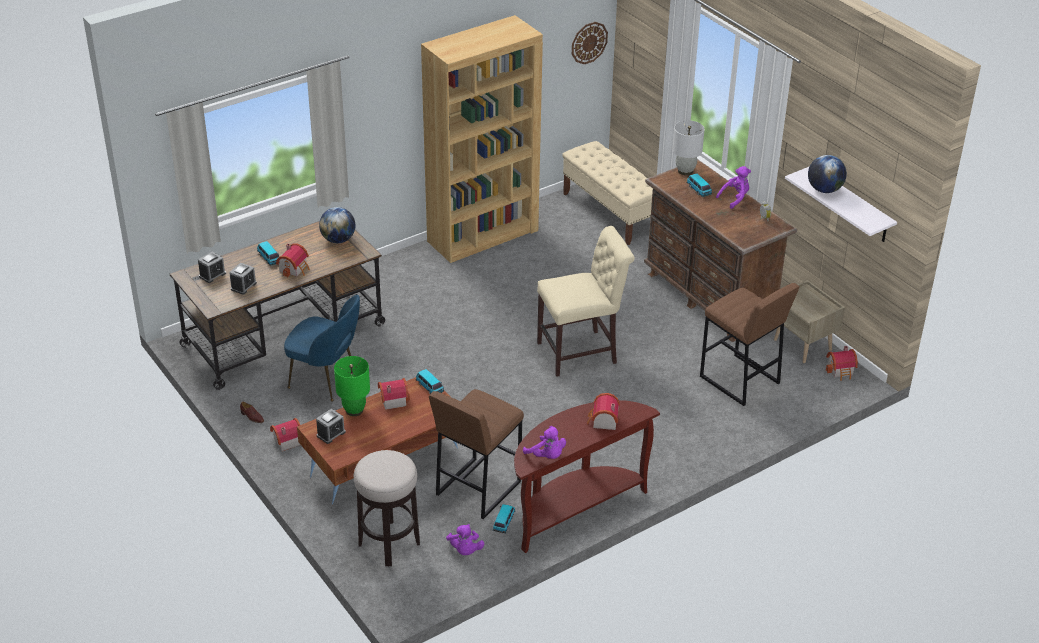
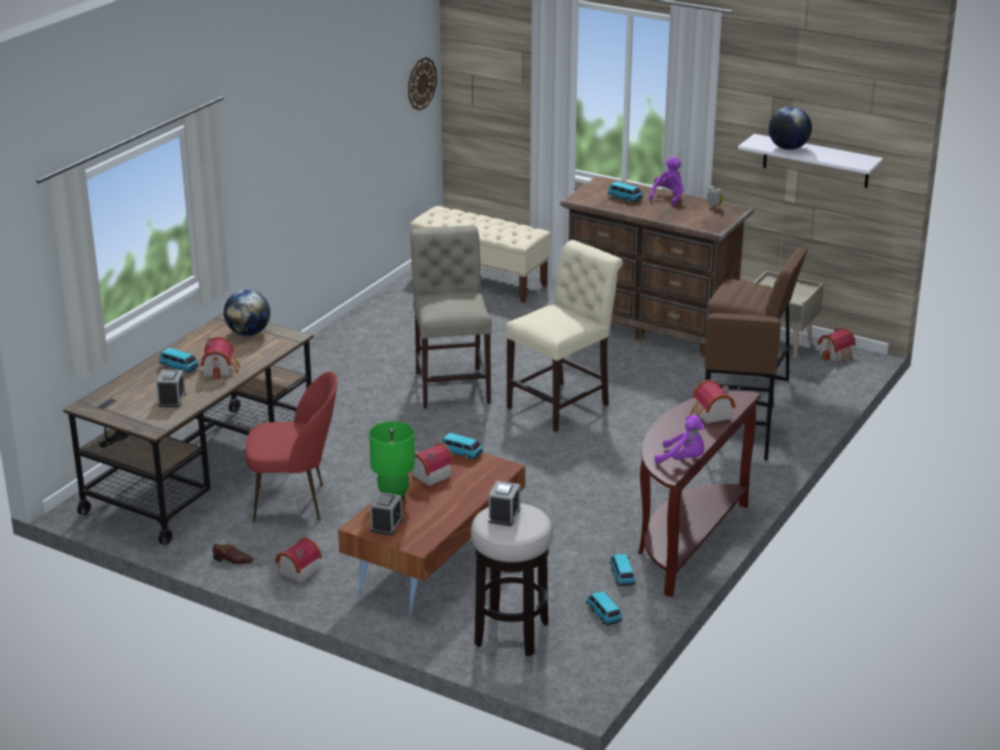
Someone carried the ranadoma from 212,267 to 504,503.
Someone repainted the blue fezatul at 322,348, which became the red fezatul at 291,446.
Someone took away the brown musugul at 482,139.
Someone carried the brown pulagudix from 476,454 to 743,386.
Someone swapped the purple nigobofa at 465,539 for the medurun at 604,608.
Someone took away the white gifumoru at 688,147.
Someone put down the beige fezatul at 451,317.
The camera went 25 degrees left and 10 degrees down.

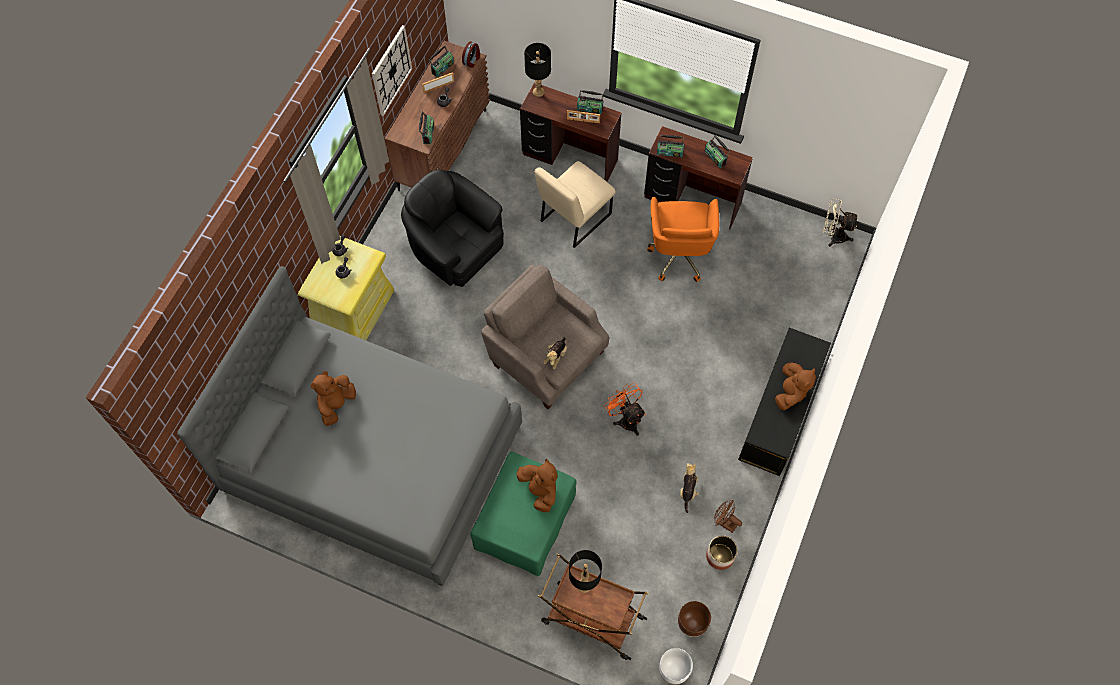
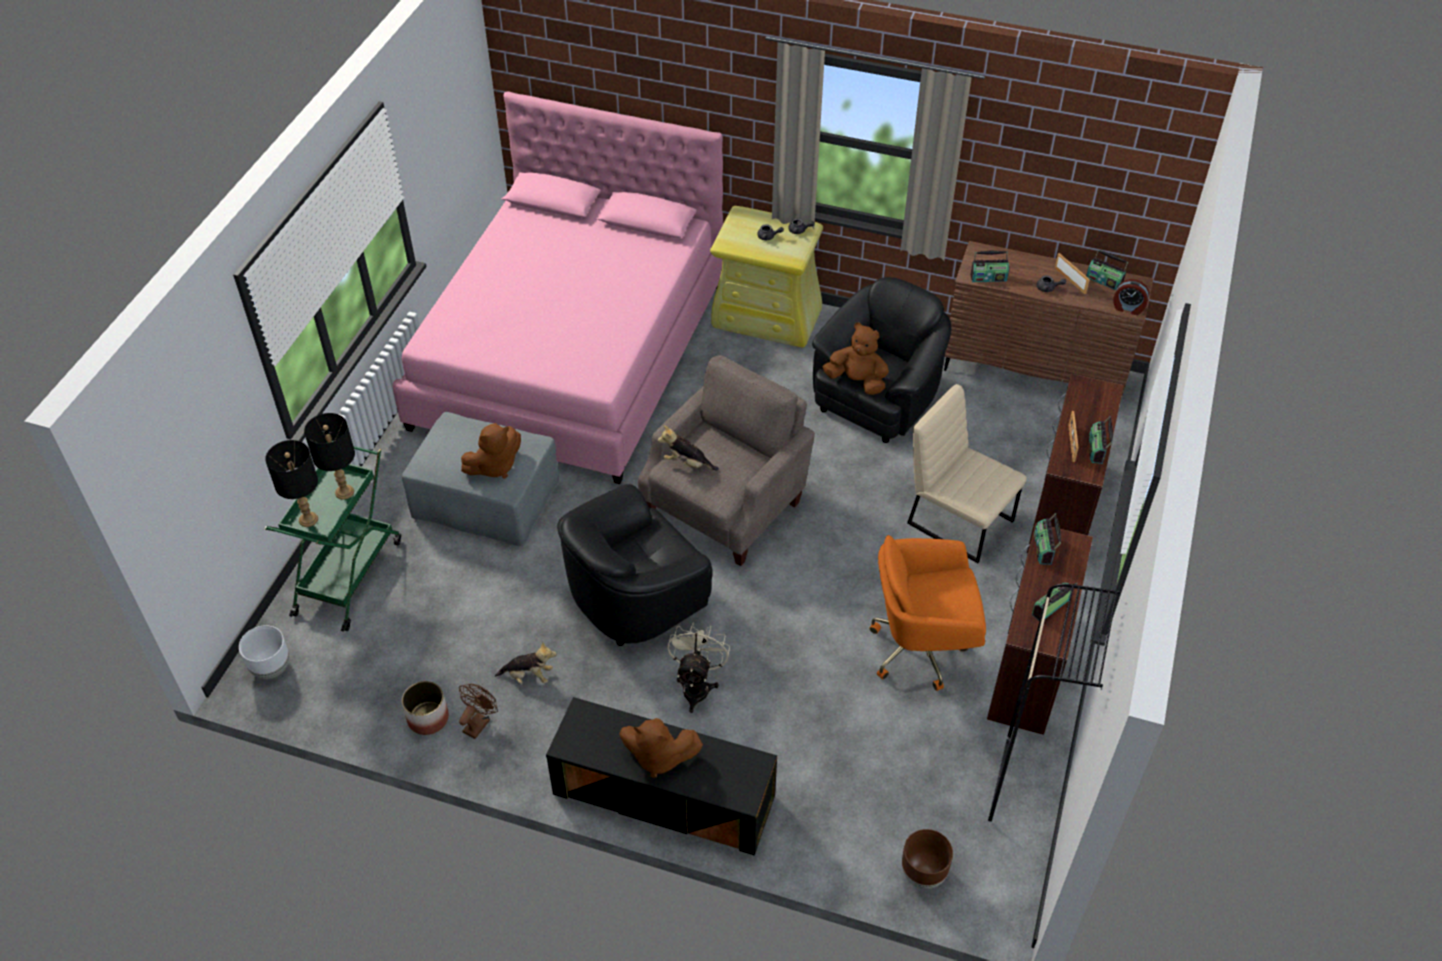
Someone repainted the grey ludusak at 349,426, which became the pink ludusak at 557,287.
Someone carried the brown nigobofa from 333,398 to 856,358.
Someone took away the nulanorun at 392,70.
Someone repainted the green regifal at 523,514, which became the grey regifal at 480,479.
Someone carried the black gifumoru from 537,70 to 291,483.
Someone repainted the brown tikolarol at 593,606, which became the green tikolarol at 332,536.
Someone swapped the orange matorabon at 625,409 for the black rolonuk at 635,565.
Someone carried the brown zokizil from 694,619 to 927,859.
Someone carried the beige matorabon from 841,223 to 698,667.
Someone put down the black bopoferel at 1054,703.
The camera went 85 degrees right and 15 degrees down.

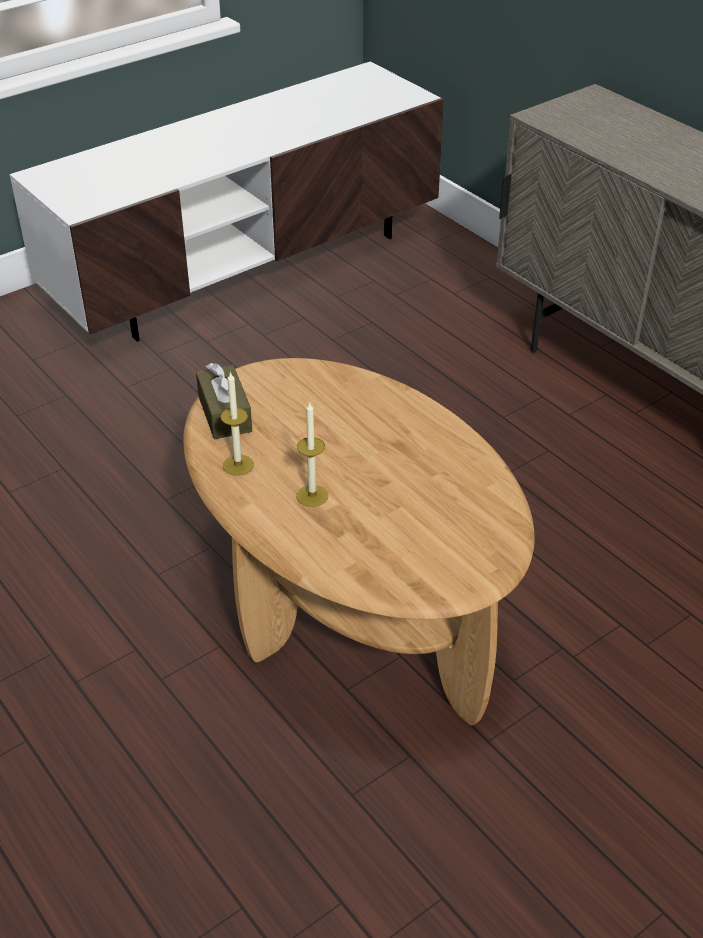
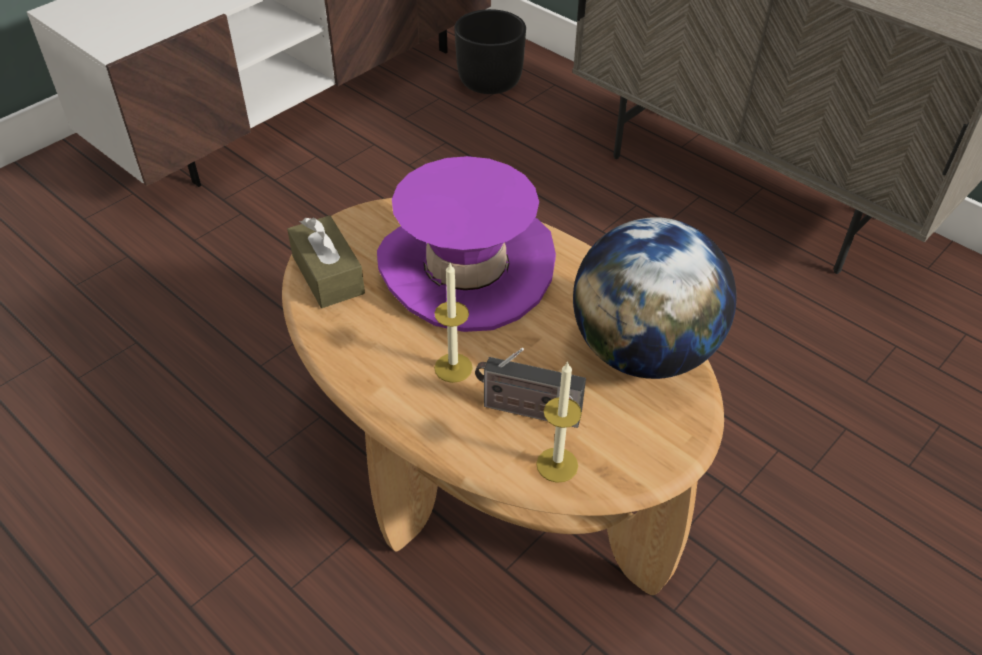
Someone carried the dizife from 237,423 to 559,422.
Someone put down the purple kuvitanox at 466,244.
Someone put down the black zokizil at 490,51.
Someone put down the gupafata at 530,388.
Someone put down the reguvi at 655,298.
The camera went 10 degrees left and 5 degrees up.

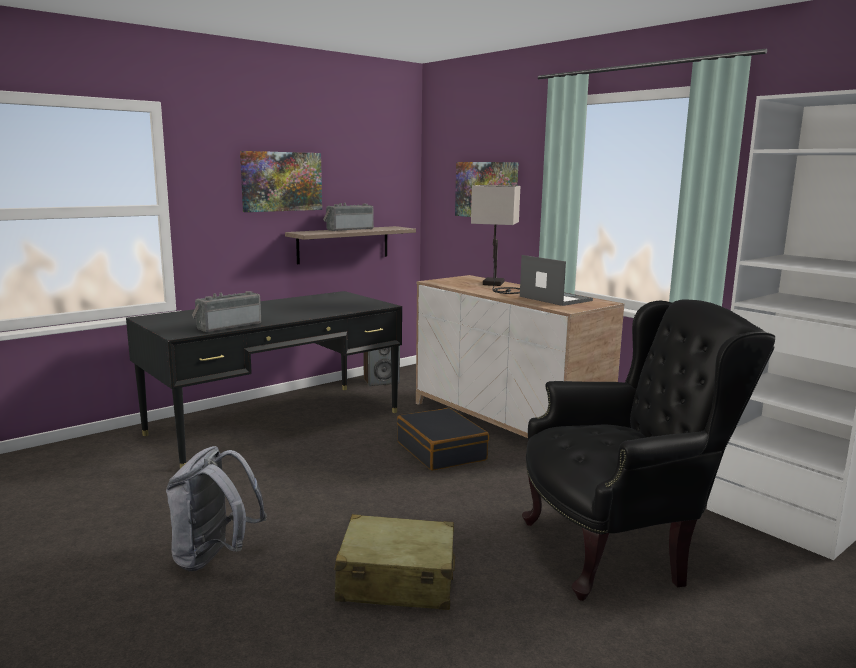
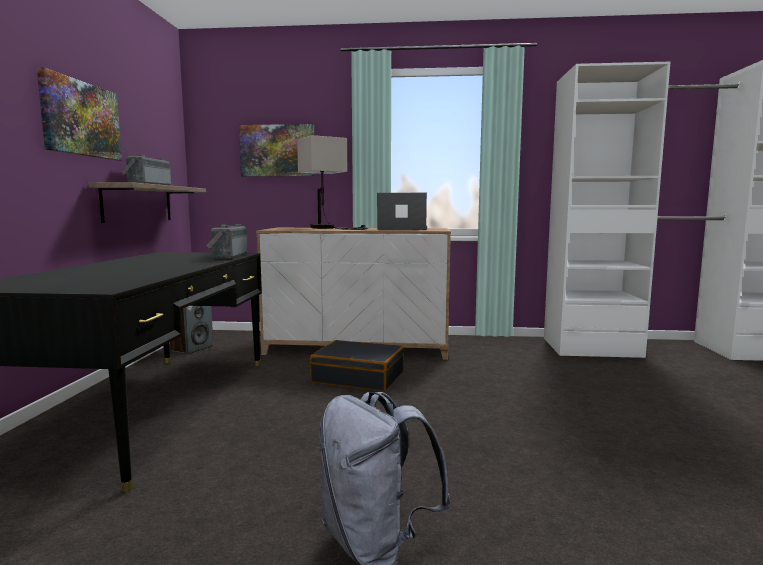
Someone carried the gupafata from 226,311 to 227,241.
Someone took away the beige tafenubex at 395,562.
Someone took away the black rolonuk at 648,450.
The camera went 45 degrees left and 5 degrees down.

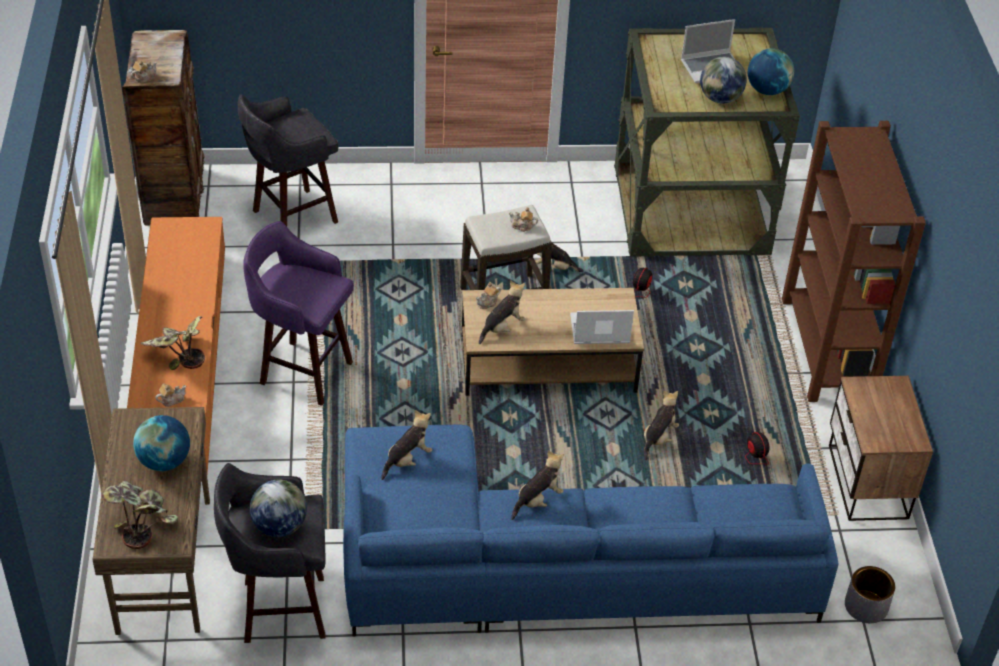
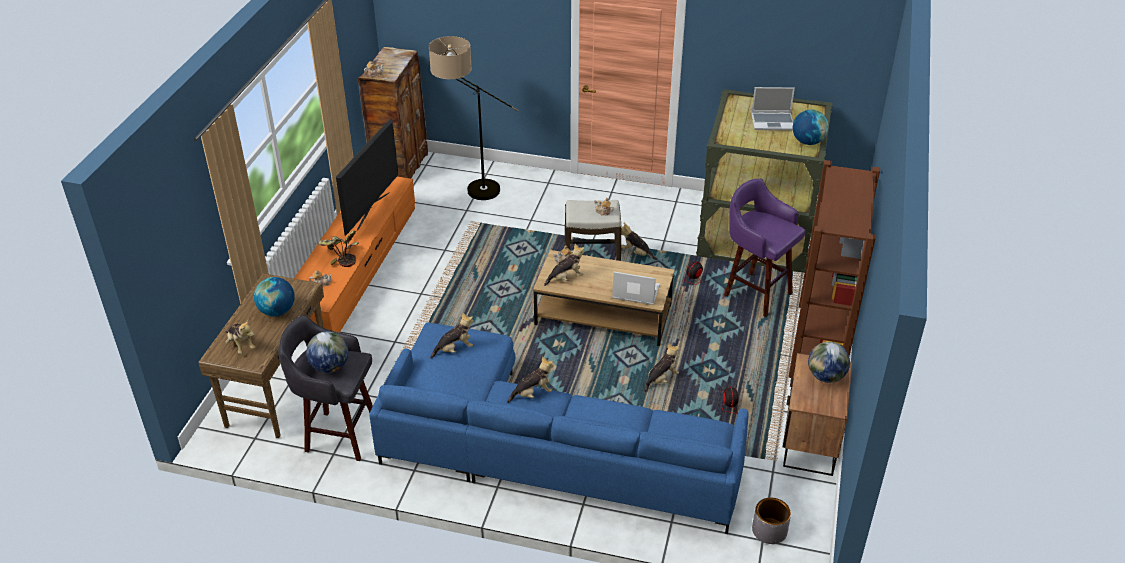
Someone swapped the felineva at 139,514 for the nigobofa at 240,337.
Someone swapped the grey pulagudix at 288,160 for the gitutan at 474,118.
Someone carried the purple pulagudix from 298,313 to 764,247.
Someone carried the reguvi from 723,80 to 829,362.
Someone put down the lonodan at 367,177.
The camera went 20 degrees right and 5 degrees down.

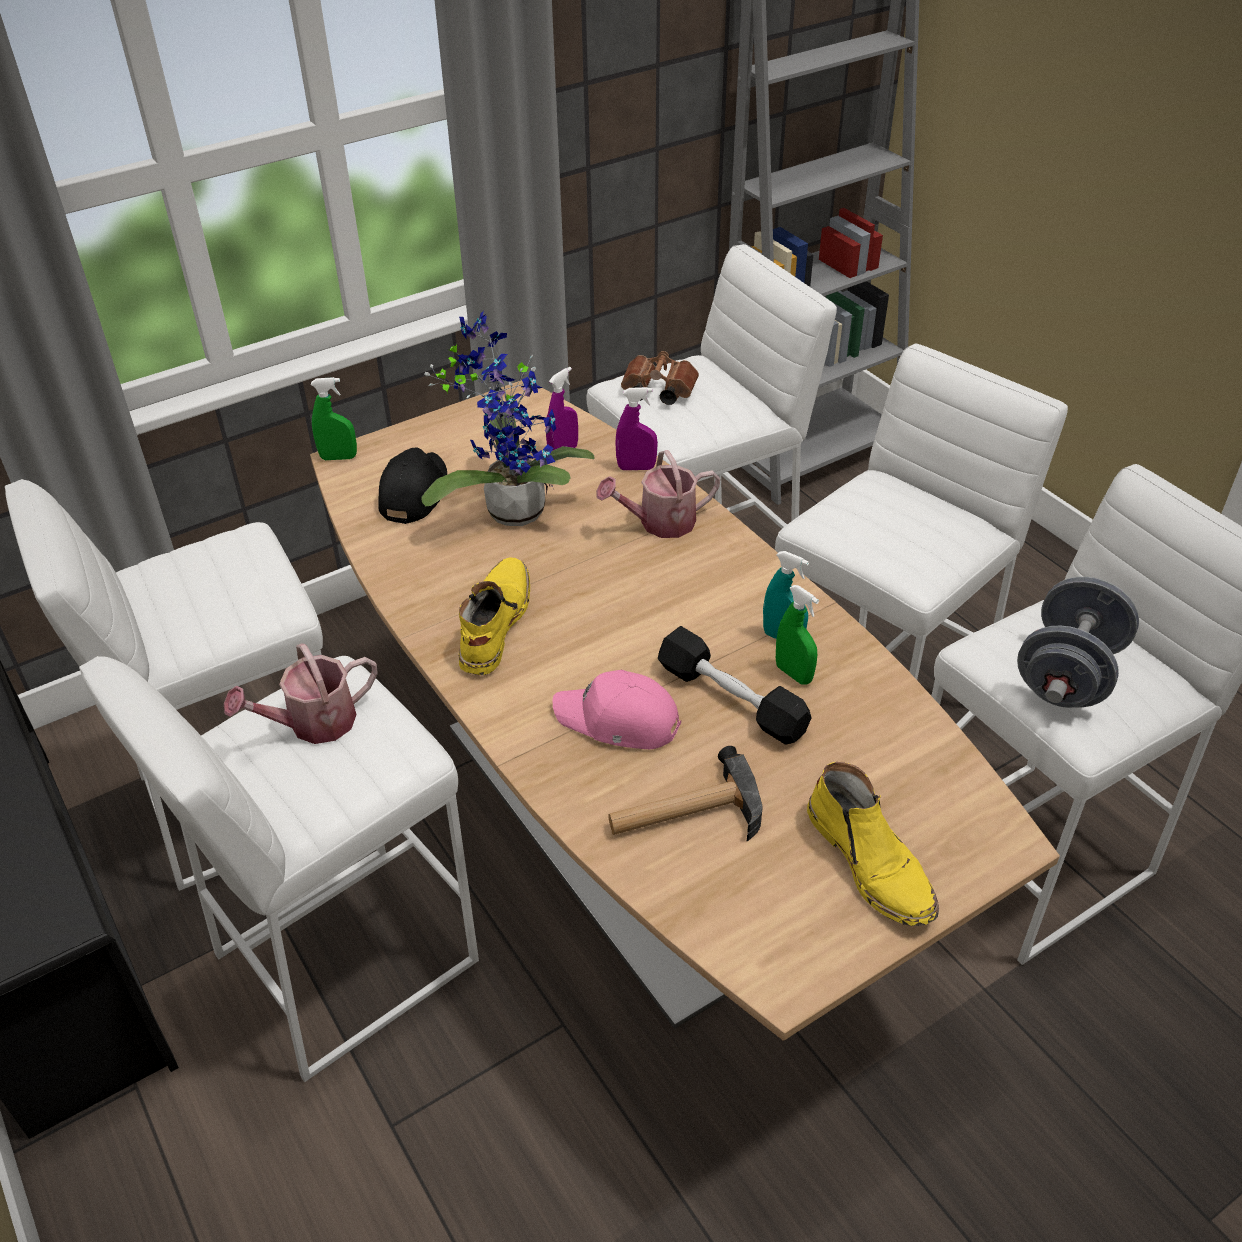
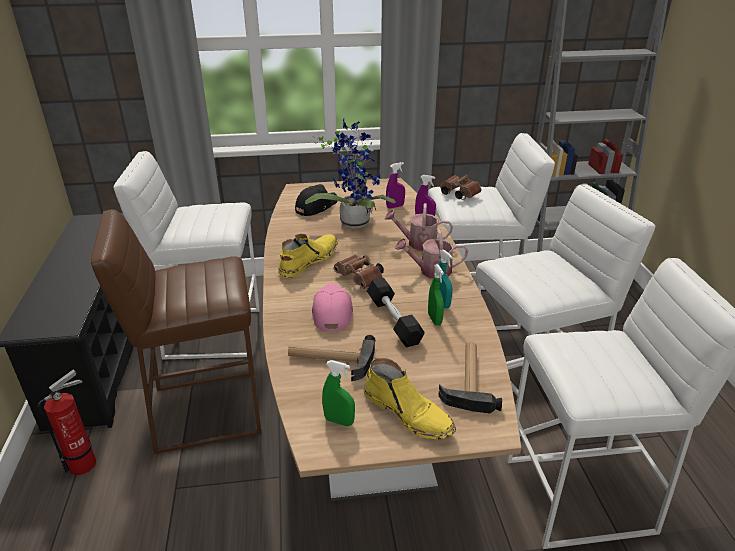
Someone repainted the white pulagudix at 279,869, which became the brown pulagudix at 176,331.
Someone carried the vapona from 301,694 to 431,253.
Someone carried the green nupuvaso from 334,418 to 338,393.
Someone rotated the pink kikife at 616,709 by 45 degrees clockwise.
Someone rotated the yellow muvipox at 873,844 by 45 degrees counterclockwise.
Someone took away the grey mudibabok at 1078,642.
Someone put down the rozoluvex at 67,422.
Someone put down the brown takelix at 358,272.
Someone put down the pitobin at 470,378.
The camera went 25 degrees right and 10 degrees down.

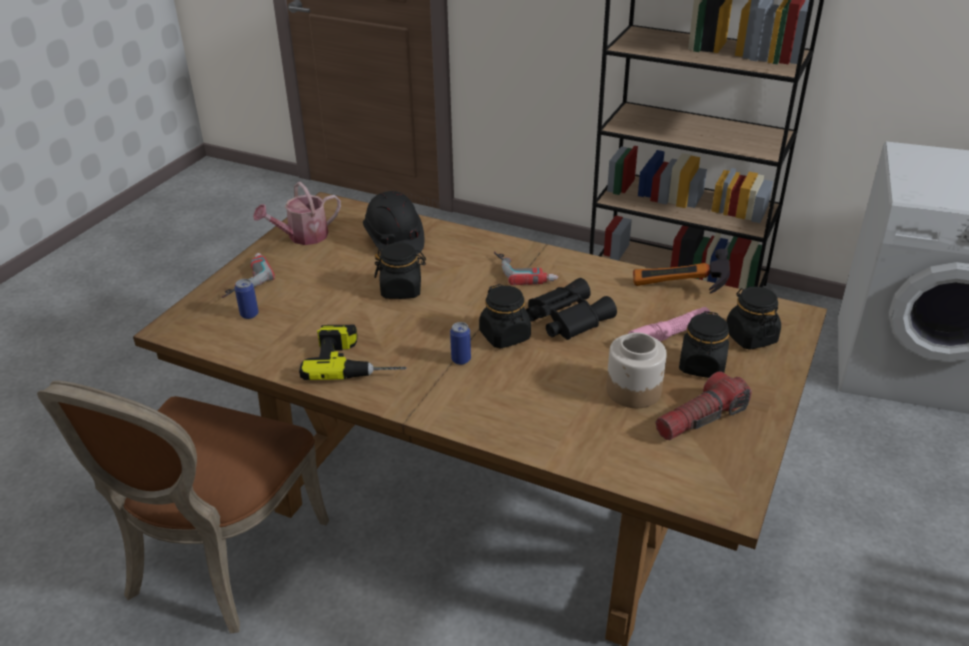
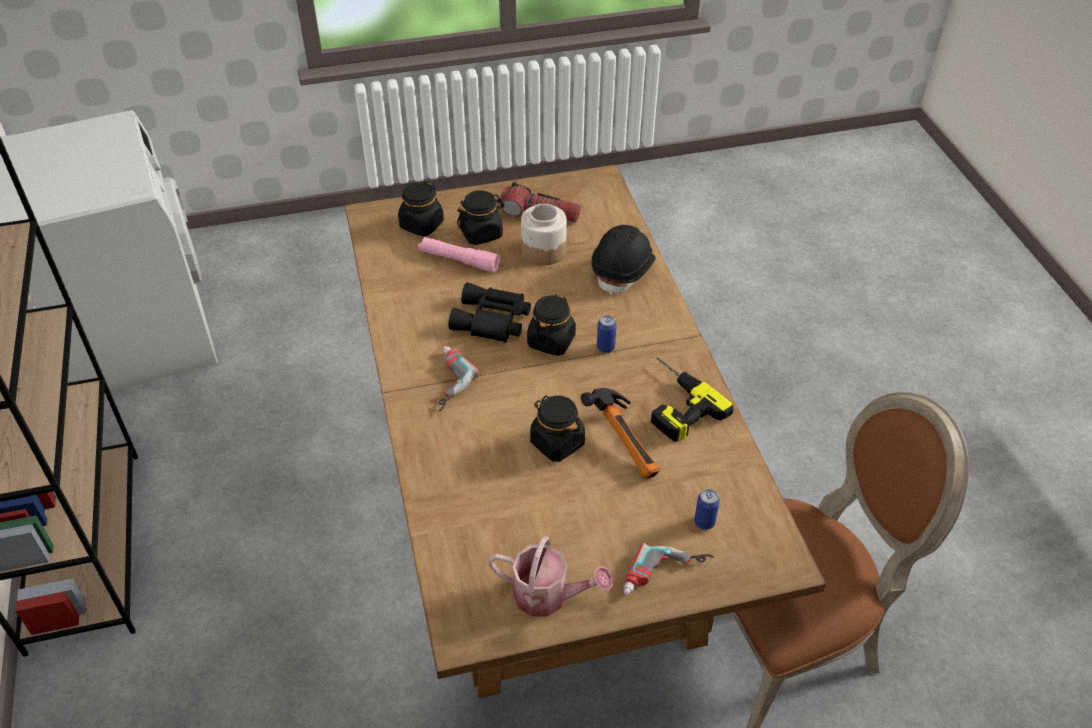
Someone carried the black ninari from 393,222 to 624,260.
Someone carried the pitobin from 681,271 to 620,433.
The camera went 130 degrees left and 10 degrees up.

